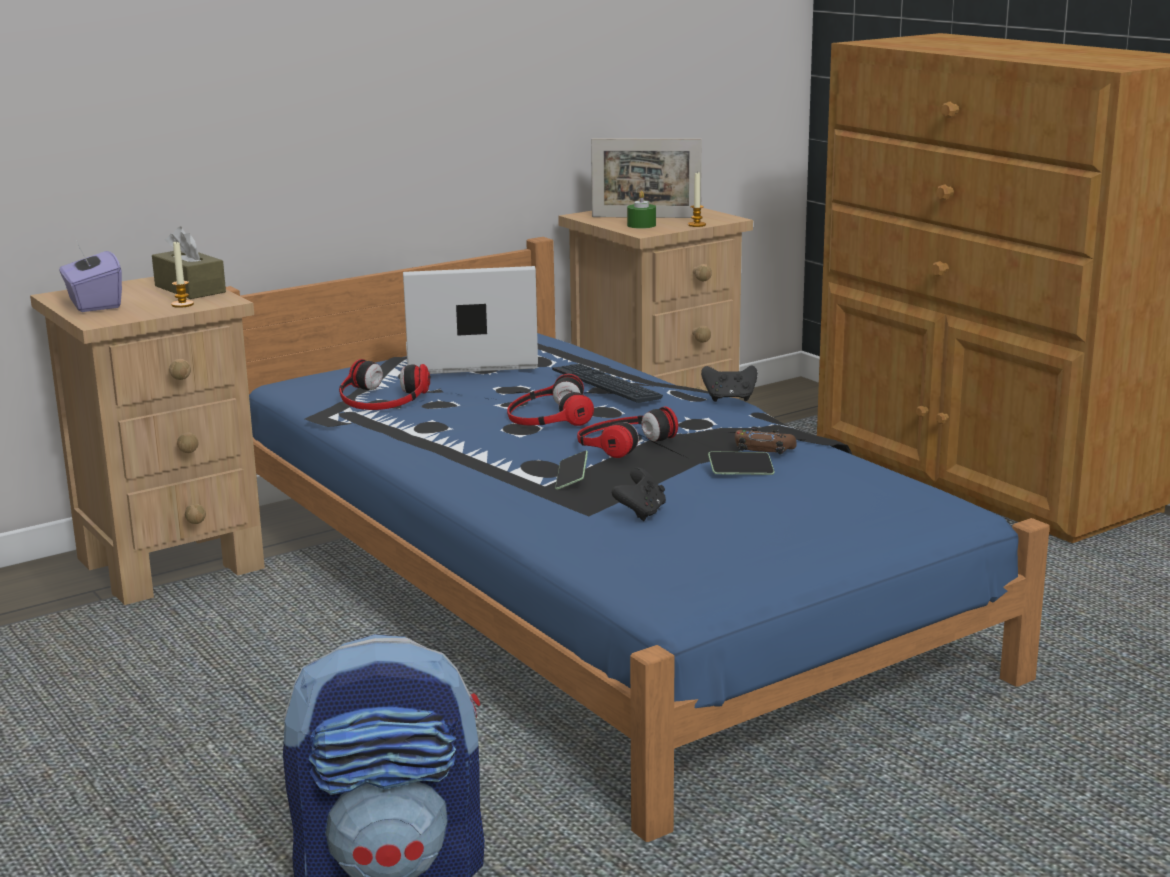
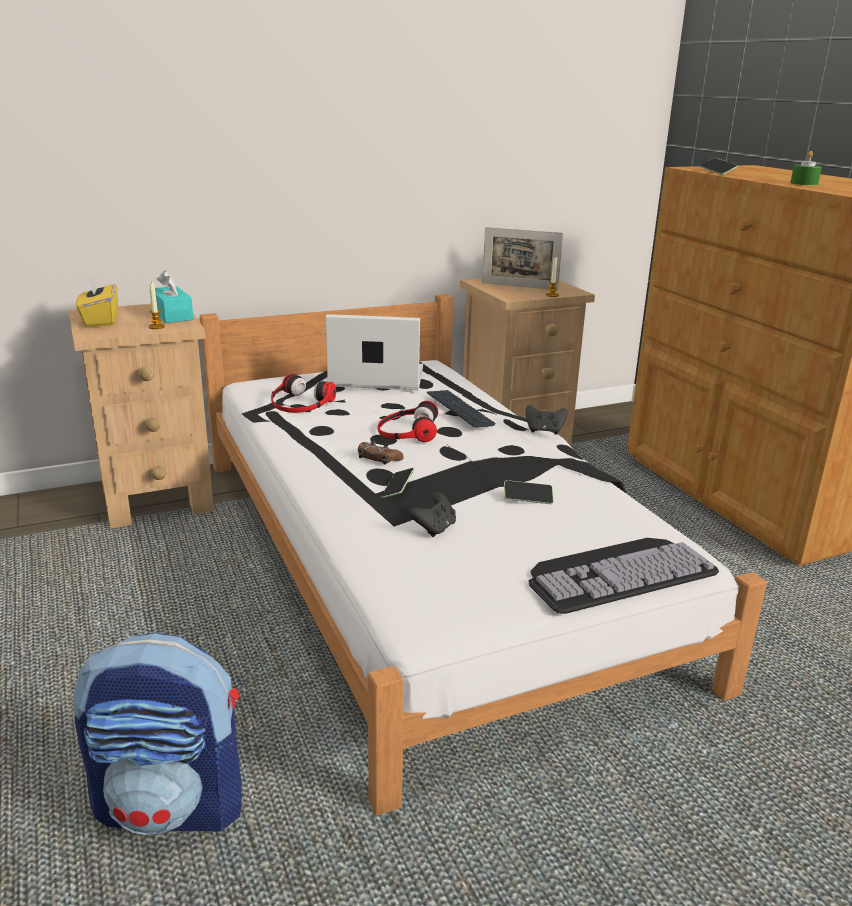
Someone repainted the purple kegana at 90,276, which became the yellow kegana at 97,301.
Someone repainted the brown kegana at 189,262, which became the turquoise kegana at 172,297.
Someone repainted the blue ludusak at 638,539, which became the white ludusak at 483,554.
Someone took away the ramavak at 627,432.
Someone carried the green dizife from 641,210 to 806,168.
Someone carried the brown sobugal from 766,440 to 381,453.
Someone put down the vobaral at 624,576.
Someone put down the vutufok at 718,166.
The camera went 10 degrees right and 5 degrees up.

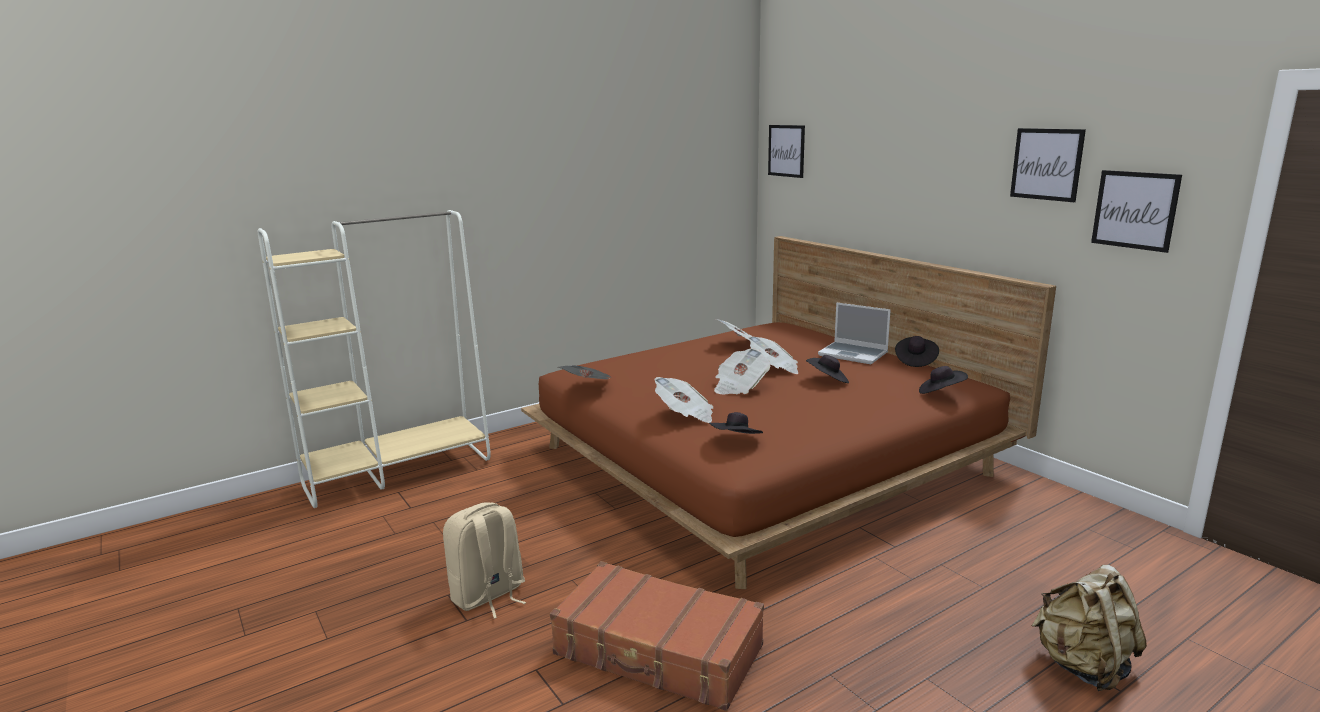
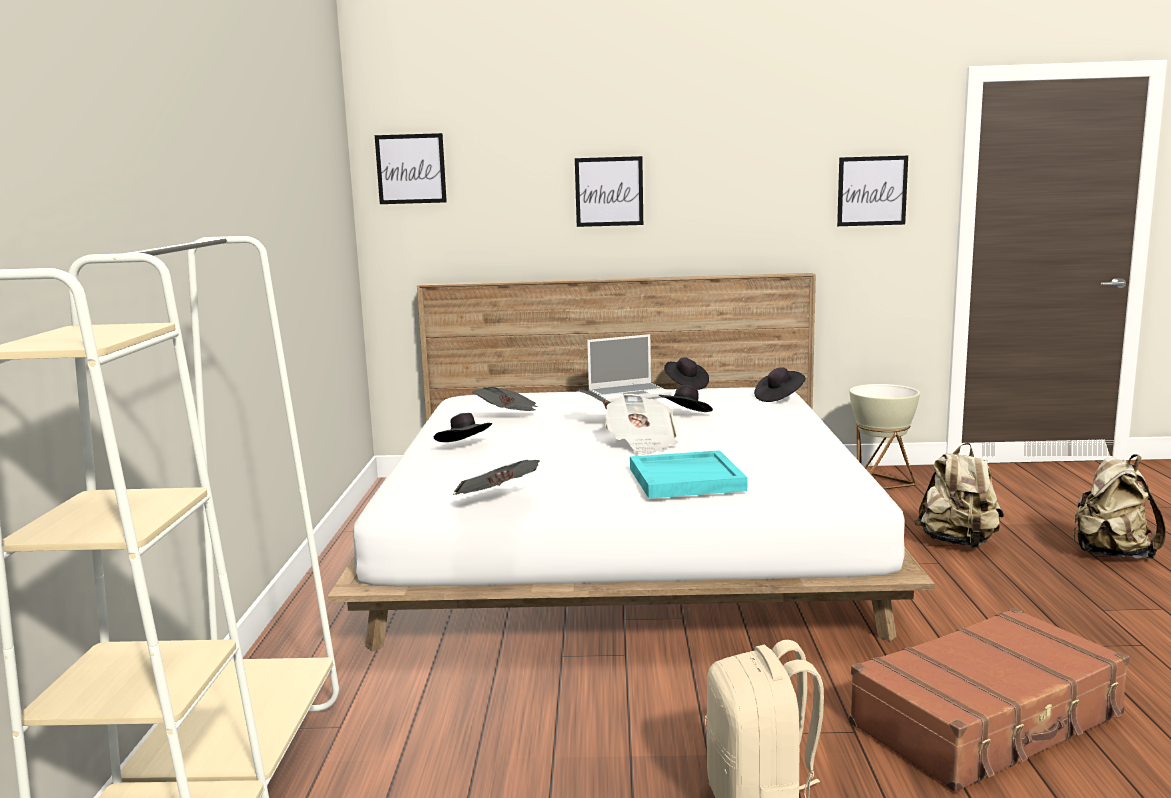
Someone repainted the brown ludusak at 788,412, which became the white ludusak at 631,462.
Someone swapped the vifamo at 683,400 for the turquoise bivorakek at 688,474.
Someone carried the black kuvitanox from 736,423 to 463,427.
Someone carried the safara from 1048,165 to 609,191.
Someone put down the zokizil at 885,436.
Someone put down the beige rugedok at 959,495.
The camera went 55 degrees left and 5 degrees down.

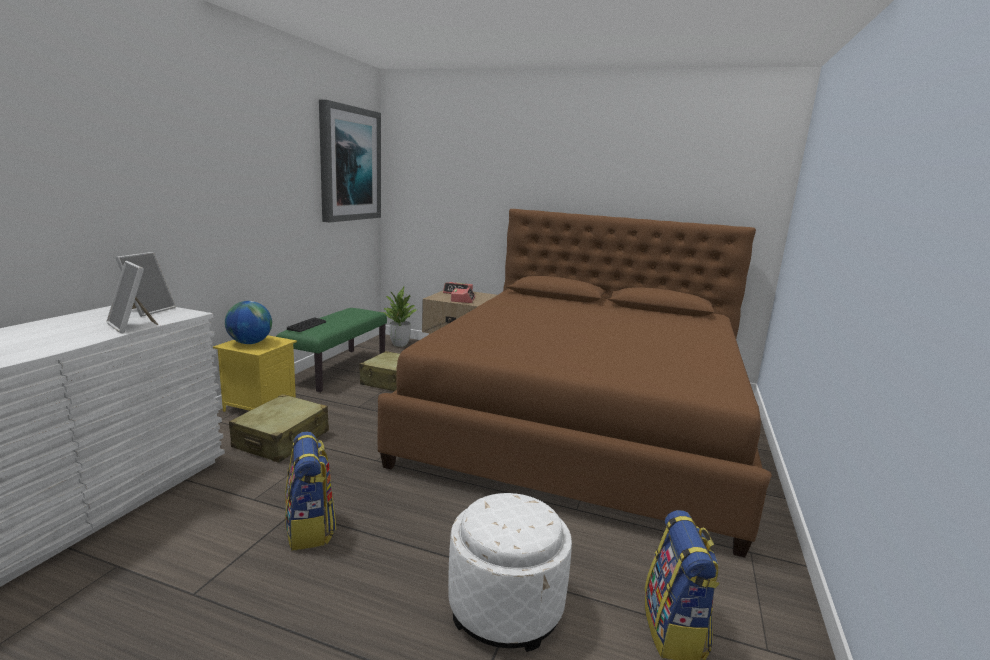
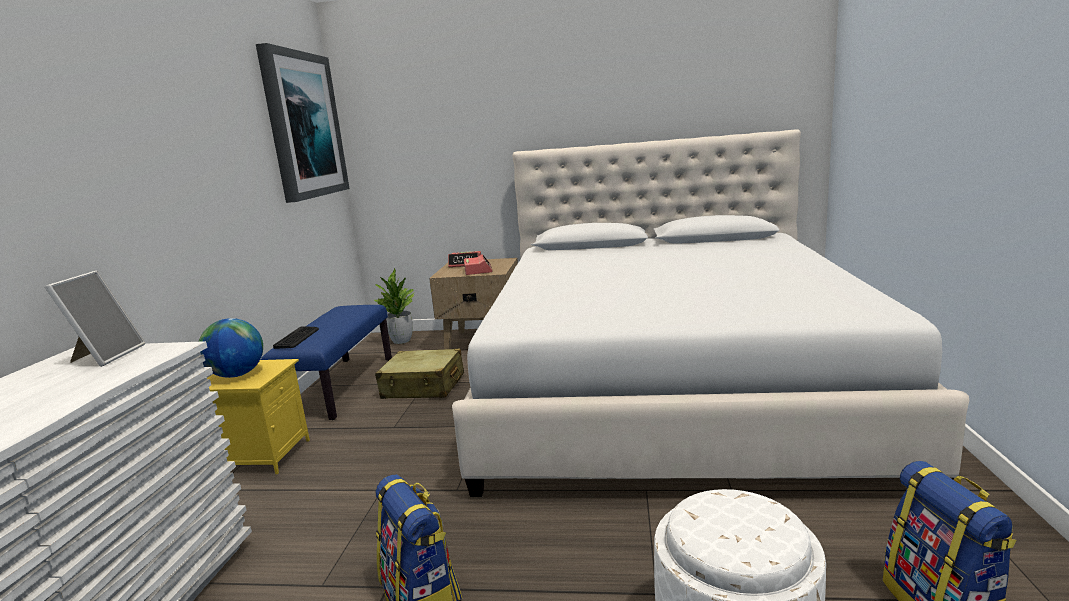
Someone took away the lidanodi at 132,297.
Someone took away the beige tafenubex at 279,428.
Someone repainted the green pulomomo at 331,350, which became the blue pulomomo at 326,362.
Someone repainted the brown ludusak at 575,383, which became the white ludusak at 710,313.
The camera went 10 degrees left and 0 degrees up.

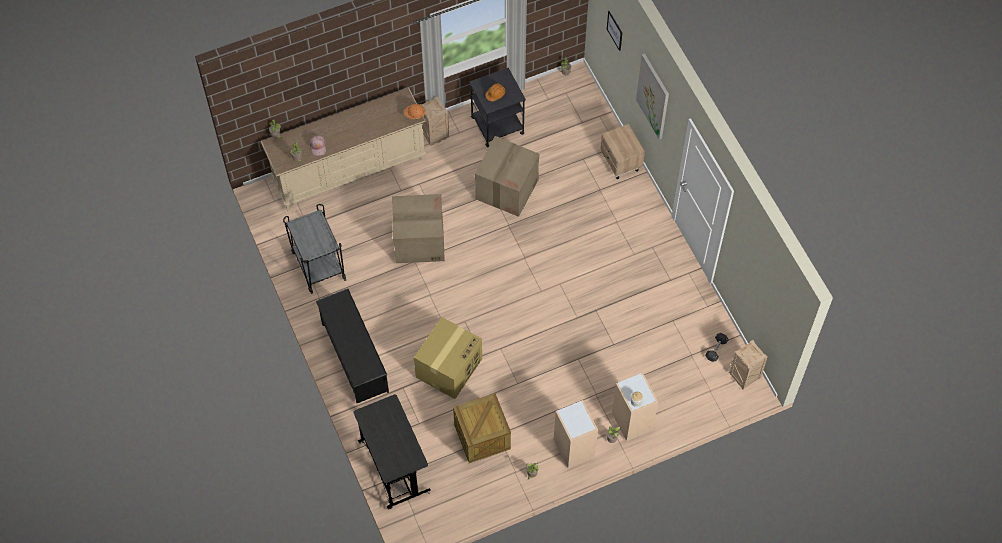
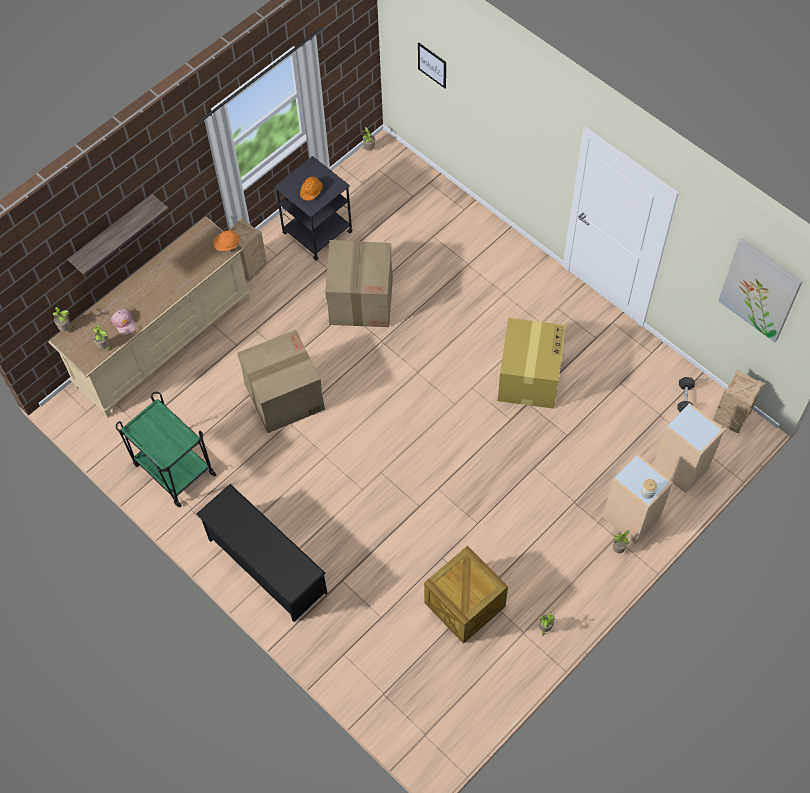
Someone repainted the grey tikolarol at 314,249, which became the green tikolarol at 166,449.
Someone took away the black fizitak at 392,452.
Someone carried the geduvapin from 448,358 to 532,363.
Someone carried the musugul from 576,434 to 689,448.
Someone took away the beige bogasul at 622,151.
Someone carried the safara from 652,96 to 760,290.
Someone put up the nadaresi at 118,234.
The camera went 20 degrees left and 0 degrees up.

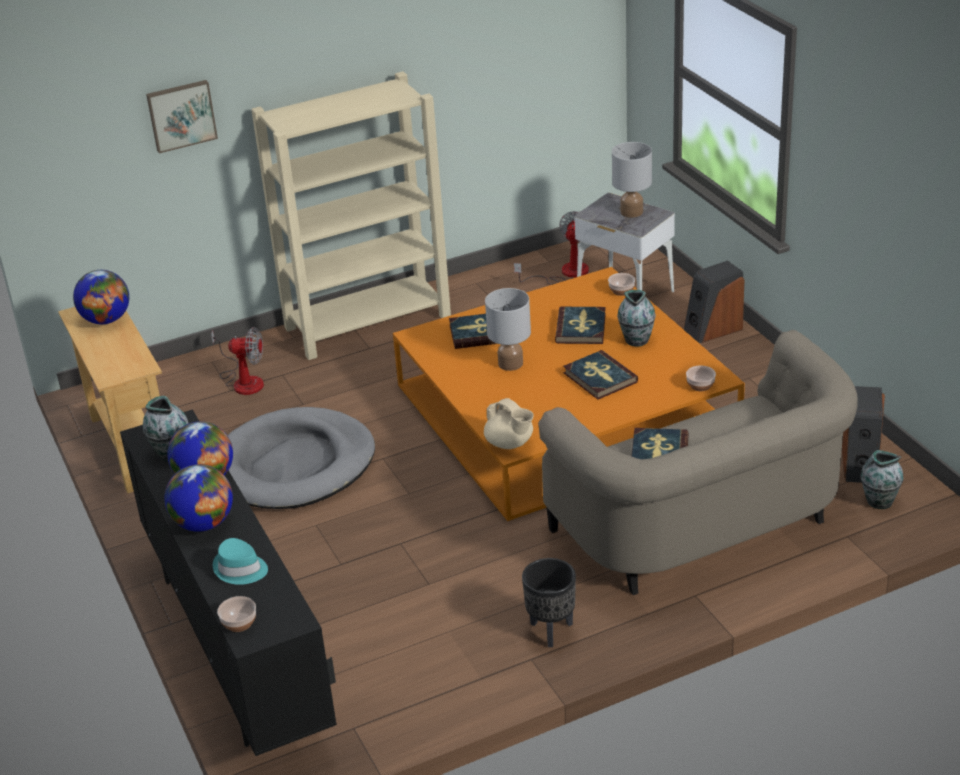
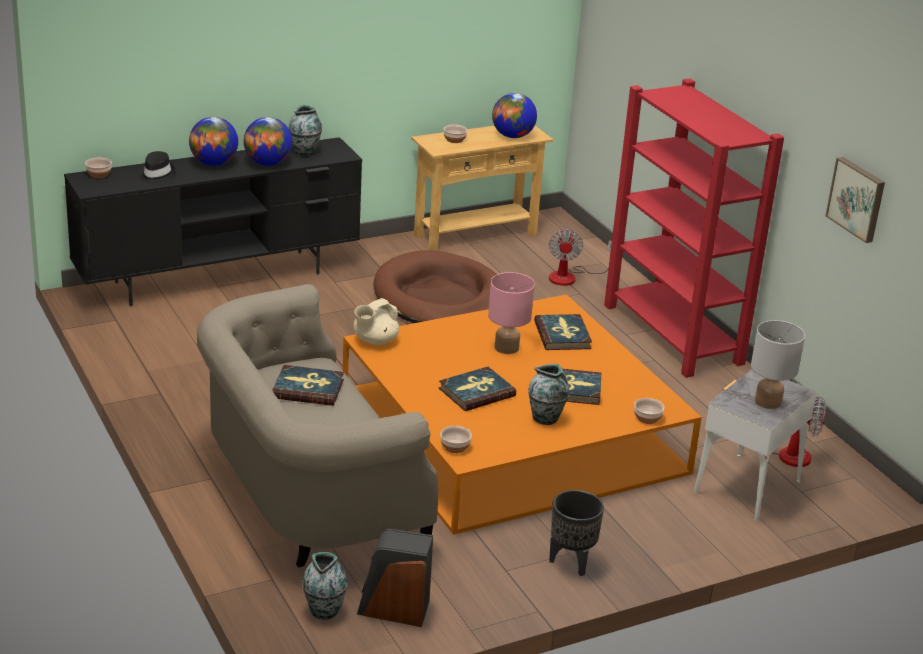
Someone carried the safara from 182,116 to 855,200.
Someone repainted the turquoise kuvitanox at 240,561, which became the black kuvitanox at 157,167.
Someone repainted the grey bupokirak at 301,458, which became the brown bupokirak at 435,286.
Someone repainted the beige musugul at 351,216, which became the red musugul at 694,228.
Someone repainted the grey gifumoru at 508,329, which became the pink gifumoru at 511,313.
Someone carried the black zokizil from 549,602 to 576,533.
Someone took away the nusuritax at 714,301.
Someone put down the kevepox at 455,133.
The camera went 85 degrees right and 5 degrees down.

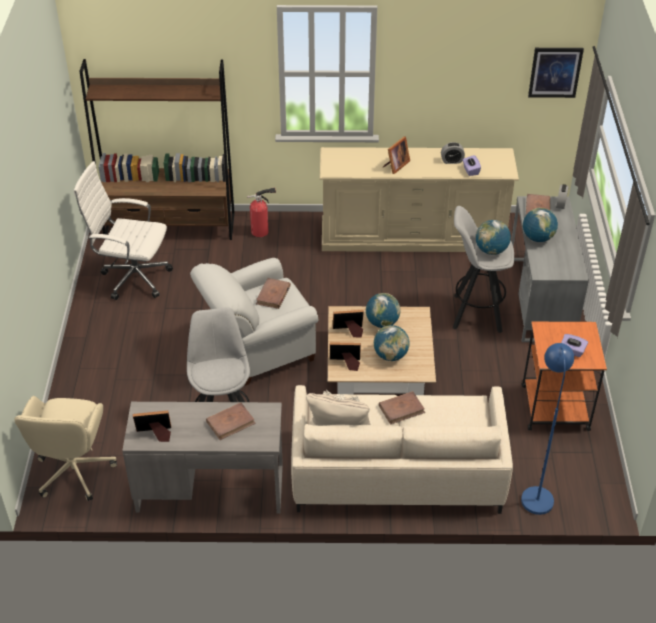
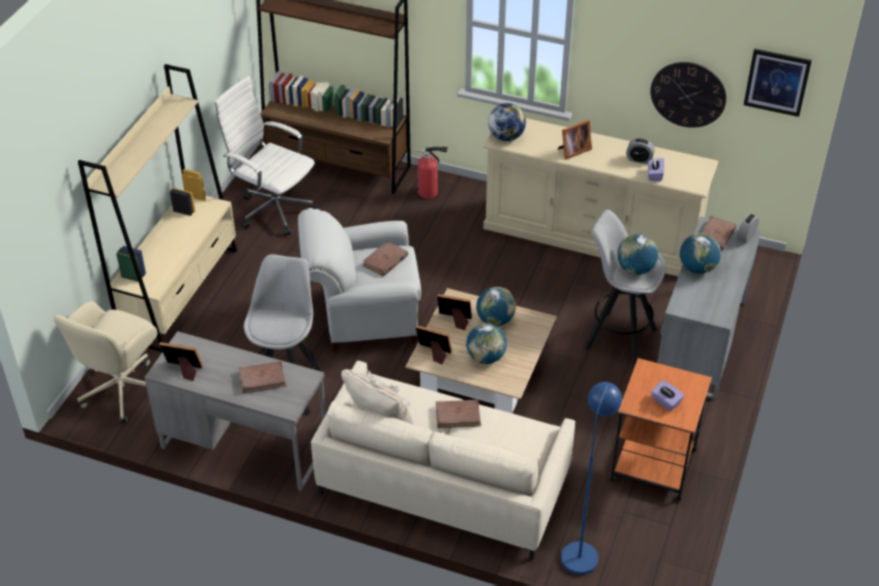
Someone put down the beige musugul at 157,208.
Someone put down the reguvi at 507,122.
Someone put up the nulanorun at 688,95.
The camera went 20 degrees right and 0 degrees up.

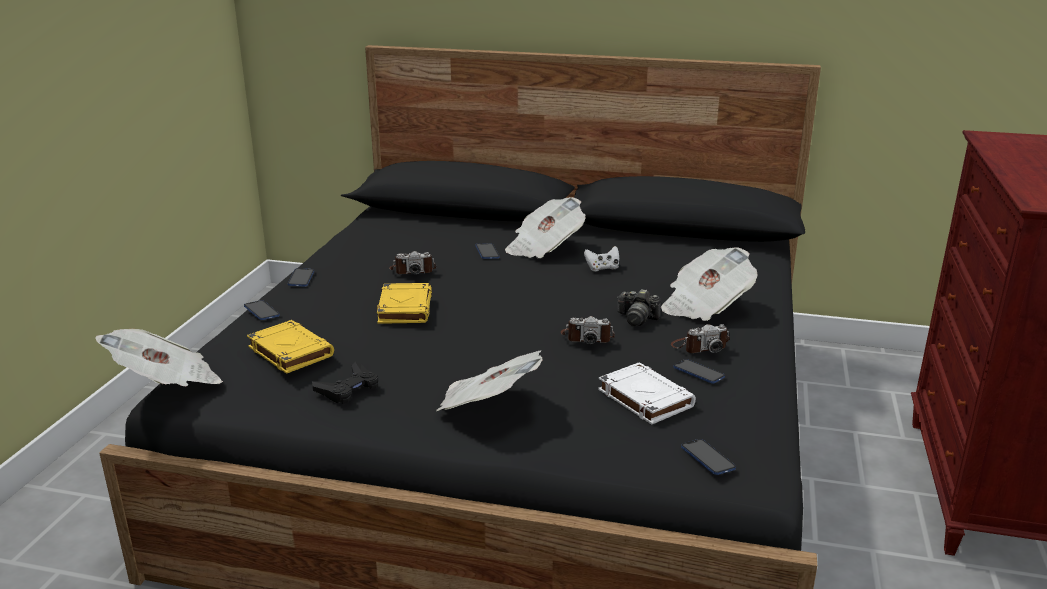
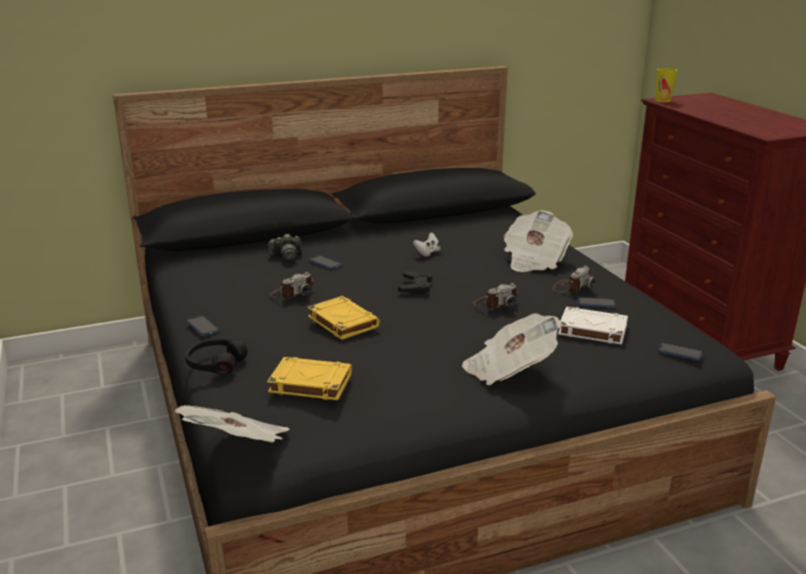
Someone swapped the vutufok at 262,310 for the black ramavak at 216,356.
Someone carried the black sobugal from 345,383 to 415,282.
Someone took away the vifamo at 545,228.
Someone carried the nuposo from 639,307 to 285,248.
Someone put down the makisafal at 666,85.
The camera went 35 degrees left and 0 degrees up.

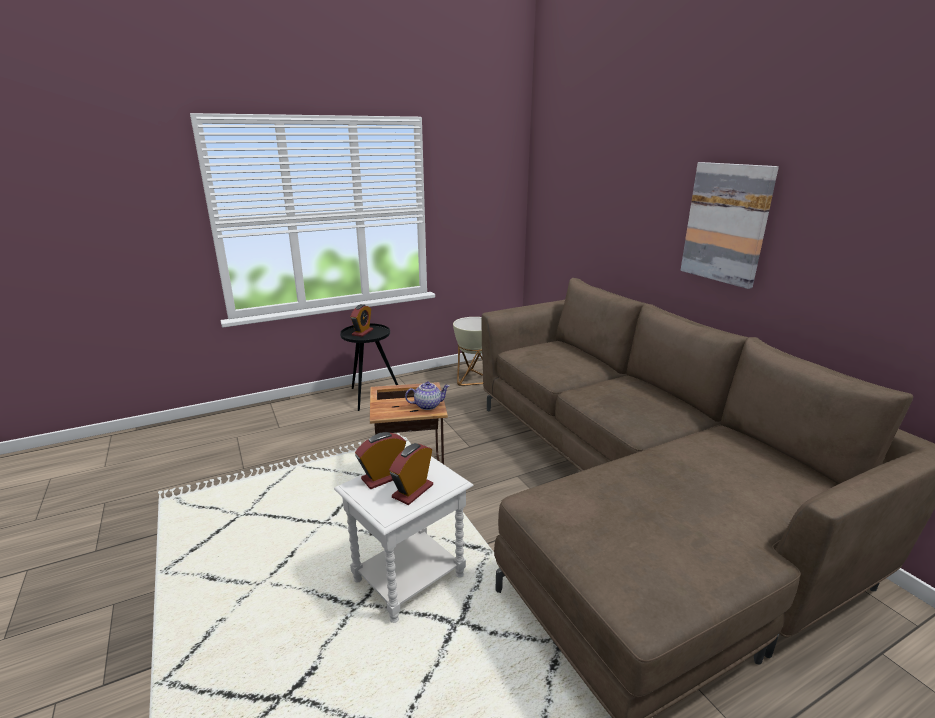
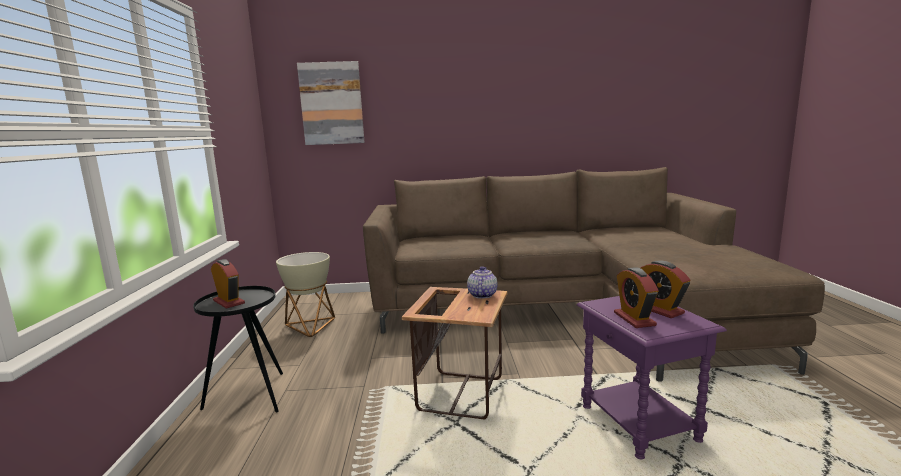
Someone repainted the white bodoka at 403,539, which became the purple bodoka at 652,377.
Someone carried the safara from 729,225 to 331,103.
The camera went 65 degrees left and 10 degrees down.

